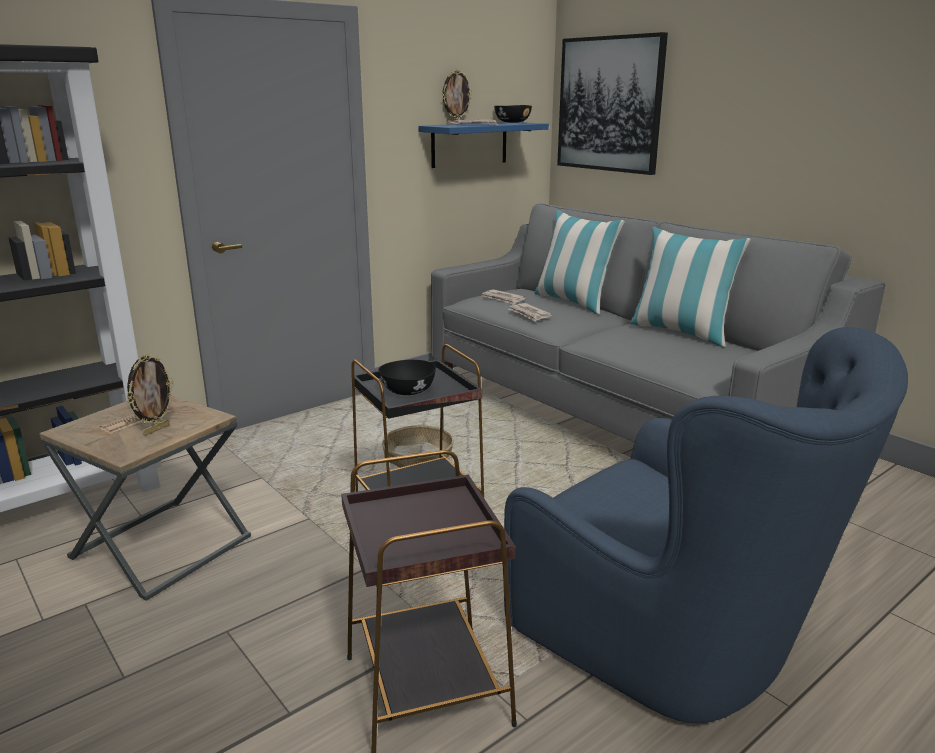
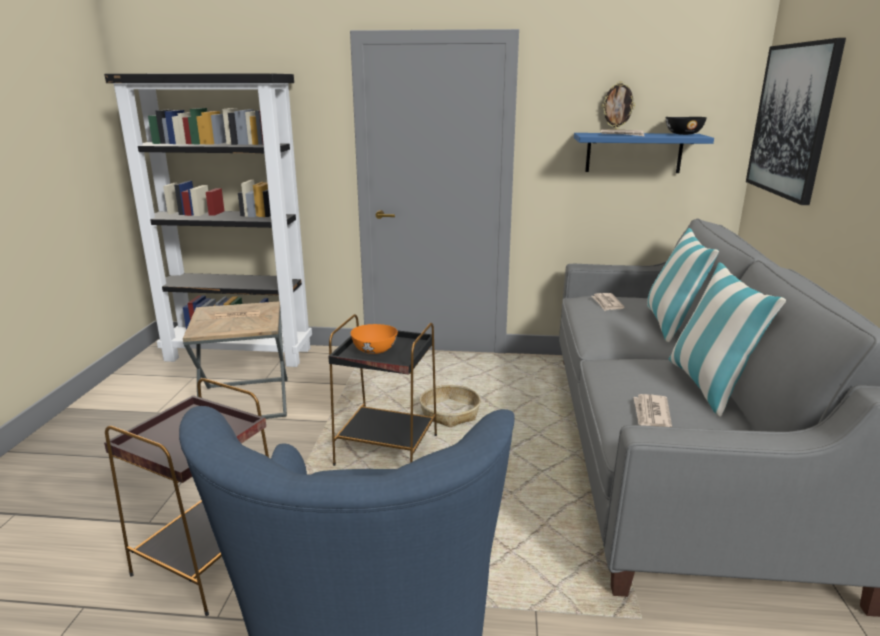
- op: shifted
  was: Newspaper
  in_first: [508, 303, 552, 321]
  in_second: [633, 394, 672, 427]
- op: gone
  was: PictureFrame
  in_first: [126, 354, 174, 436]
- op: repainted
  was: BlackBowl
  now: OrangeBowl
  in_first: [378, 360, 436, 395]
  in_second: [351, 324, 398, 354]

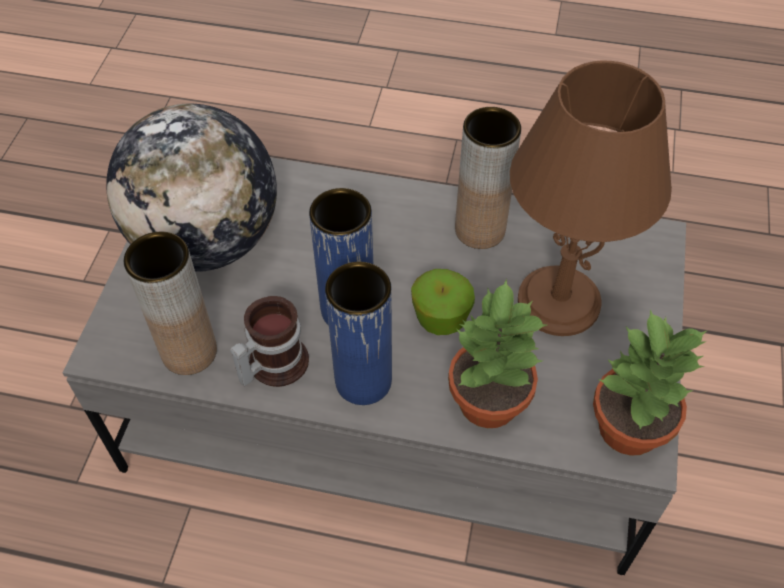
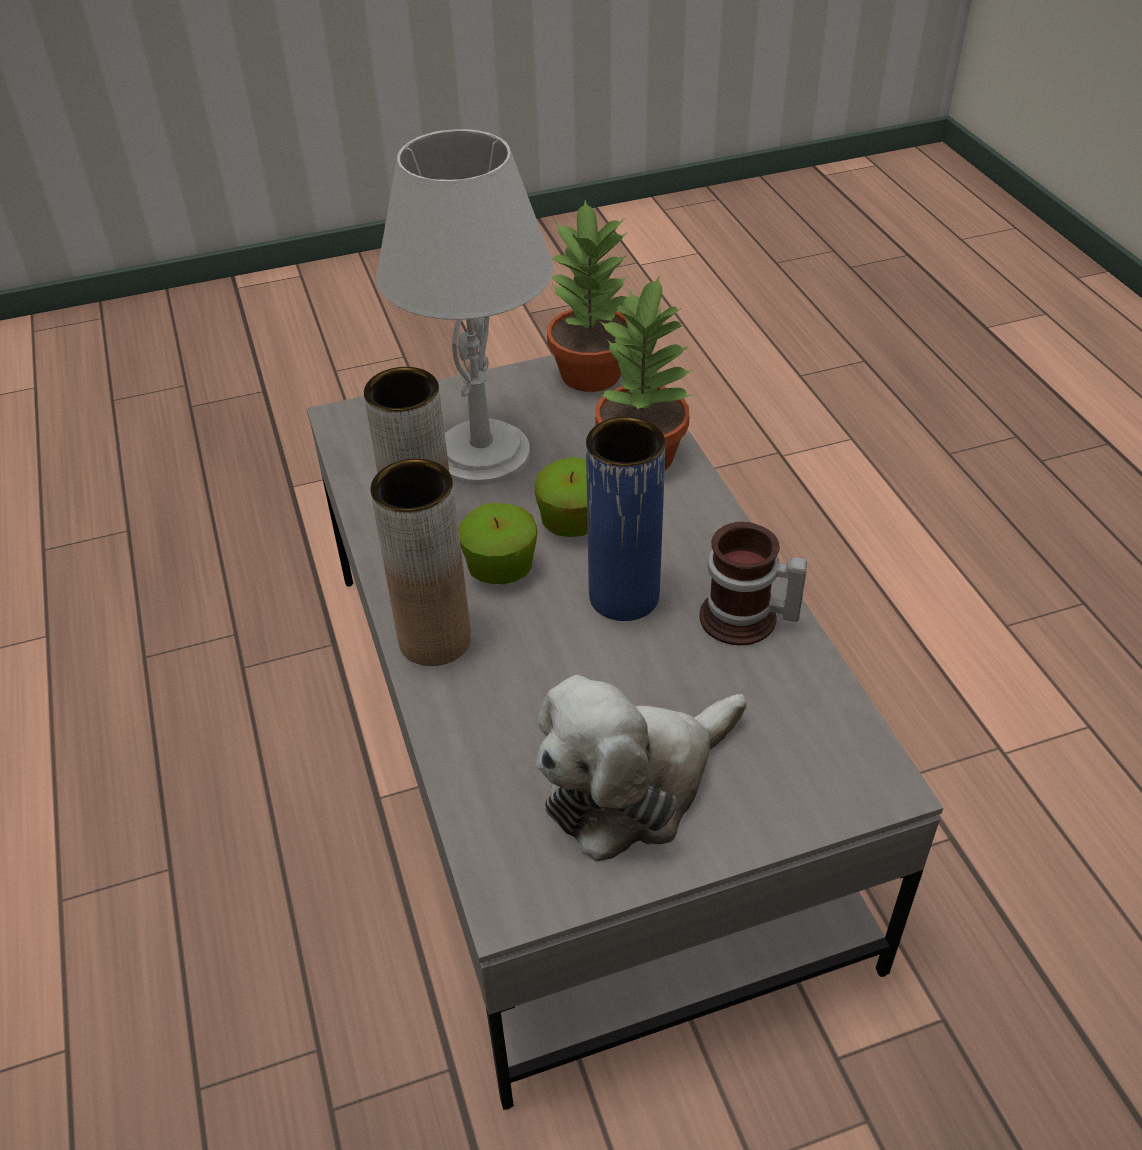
- op: repainted
  was: BrownTableLamp
  now: GreyTableLamp
  in_first: [510, 60, 672, 336]
  in_second: [376, 129, 553, 485]
- op: swapped
  was: Globe
  now: PlushToy
  in_first: [106, 104, 277, 272]
  in_second: [536, 675, 747, 862]
- op: shifted
  was: BrownVase
  in_first: [124, 232, 217, 375]
  in_second: [370, 459, 471, 666]
- op: gone
  was: BlueVase
  in_first: [325, 262, 392, 405]
- op: new
  now: Apple
  in_second: [459, 503, 537, 584]

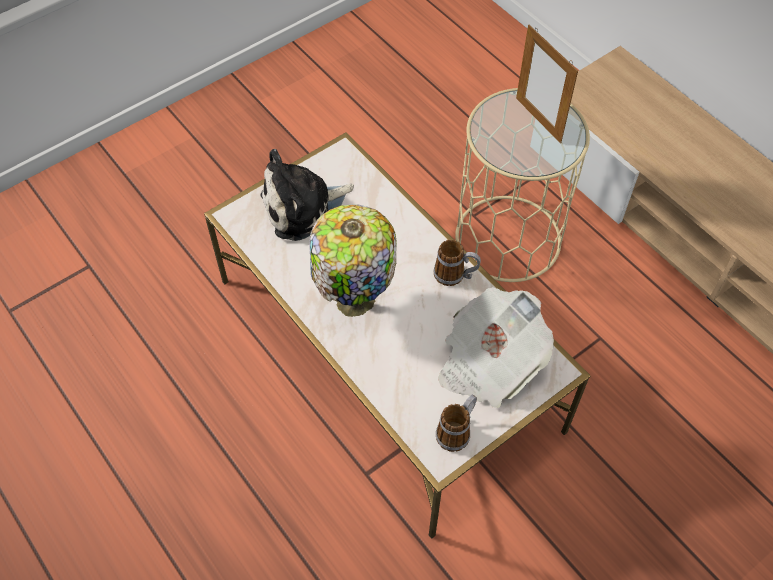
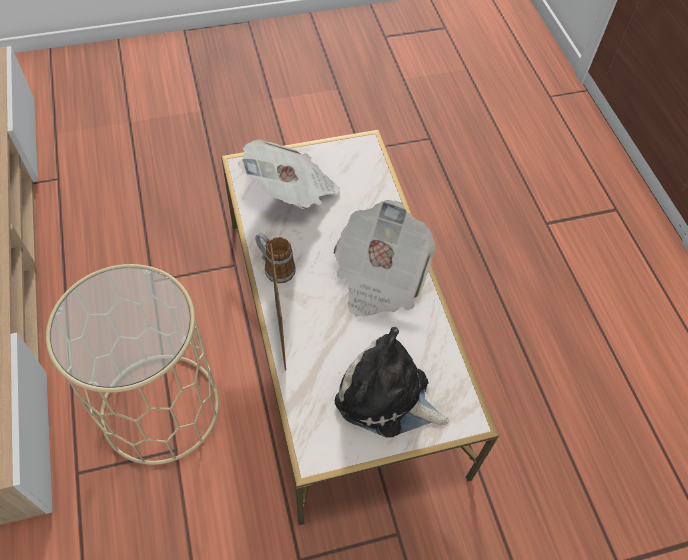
- op: shifted
  was: PictureFrame
  in_first: [516, 25, 578, 143]
  in_second: [270, 243, 286, 370]
- op: rotated
  was: PlushToy
  in_first: [260, 149, 354, 241]
  in_second: [335, 327, 449, 438]
  clockwise: -150
- op: swapped
  was: TableLamp
  now: Newspaper
  in_first: [309, 205, 397, 317]
  in_second: [334, 200, 436, 316]
- op: gone
  was: Mug
  in_first: [436, 394, 477, 452]

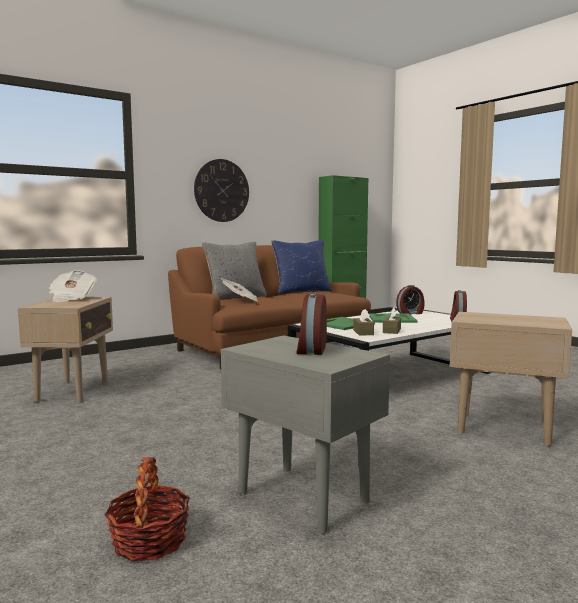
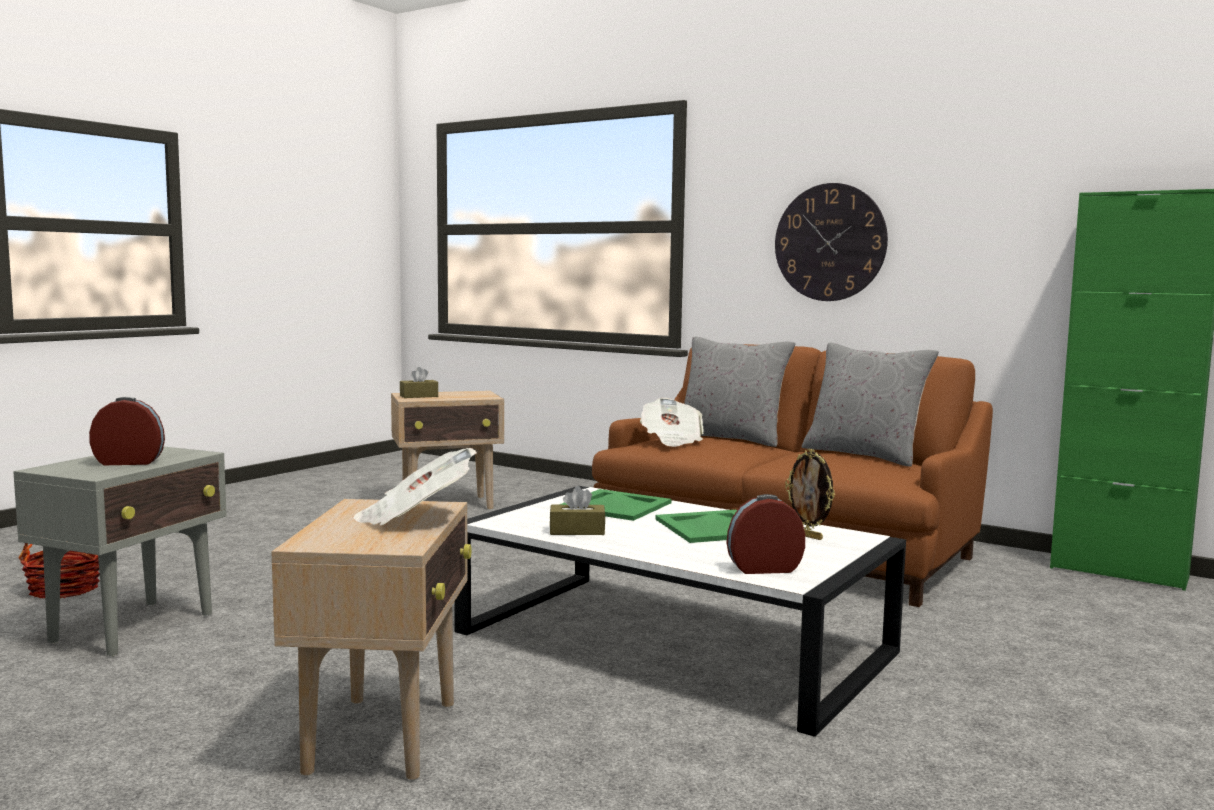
- op: repainted
  was: BluePillow
  now: GreyPillow
  in_first: [271, 240, 332, 294]
  in_second: [801, 343, 939, 467]
- op: shifted
  was: Newspaper
  in_first: [49, 270, 97, 302]
  in_second: [353, 448, 477, 525]
- op: swapped
  was: AlarmClock
  now: PictureFrame
  in_first: [396, 285, 425, 315]
  in_second: [785, 449, 835, 540]
- op: shifted
  was: BrownTissueBox
  in_first: [353, 309, 374, 335]
  in_second: [400, 367, 438, 398]

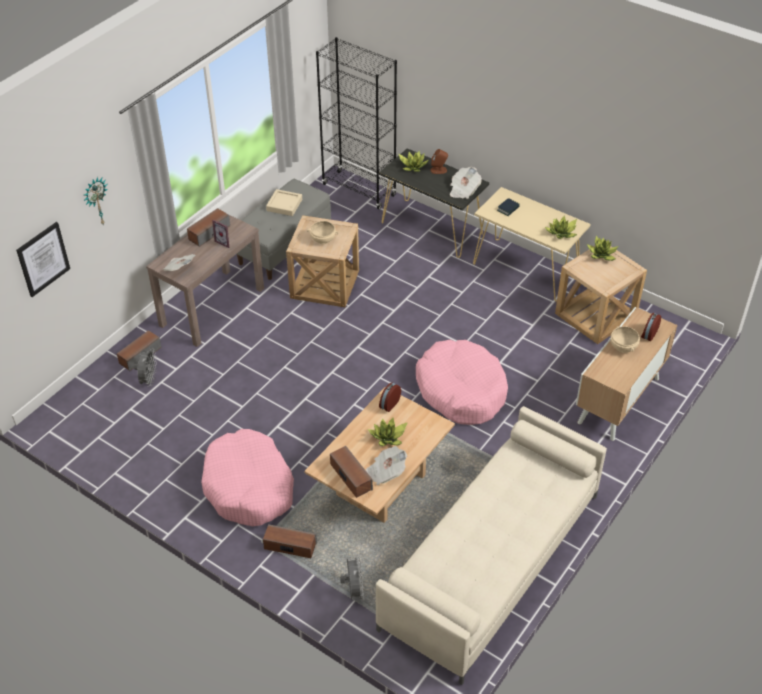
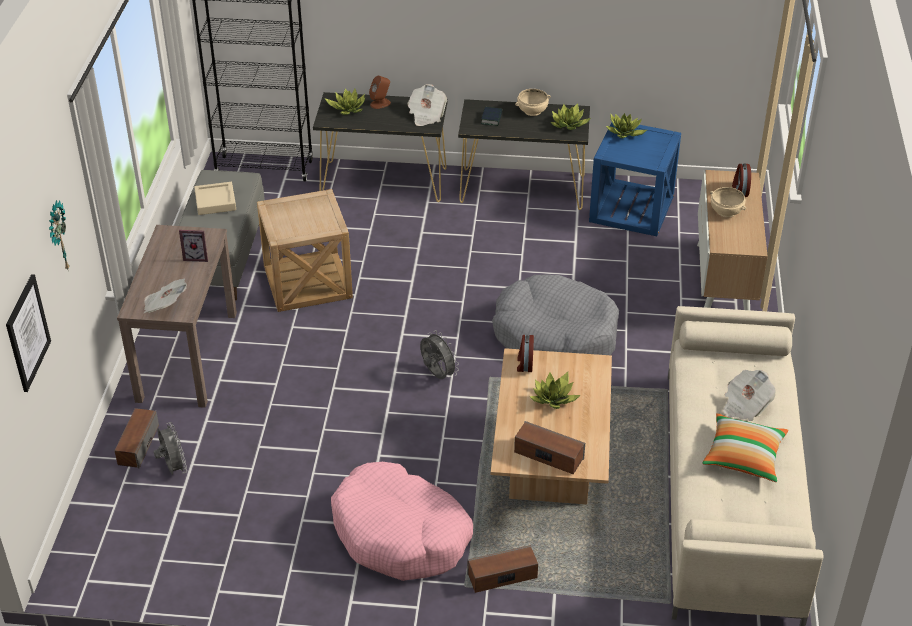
- op: repainted
  was: BeigeConsoleTable
  now: BlackConsoleTable
  in_first: [473, 187, 590, 302]
  in_second: [458, 99, 590, 210]
- op: gone
  was: Speaker
  in_first: [187, 208, 230, 247]
- op: shifted
  was: BeigeBowl
  in_first: [307, 221, 338, 244]
  in_second: [515, 89, 551, 116]
- op: repainted
  was: BeigeSideTable
  now: BlueSideTable
  in_first: [555, 246, 647, 344]
  in_second: [589, 123, 681, 236]
- op: repainted
  was: PinkDogBed
  now: GreyDogBed
  in_first: [416, 339, 508, 425]
  in_second: [492, 275, 619, 355]
- op: shifted
  was: Newspaper
  in_first: [366, 446, 407, 485]
  in_second: [723, 370, 776, 421]
- op: shifted
  was: GreyFan
  in_first: [340, 555, 364, 600]
  in_second: [420, 330, 459, 379]
- op: new
  now: Pillow
  in_second: [702, 413, 788, 482]

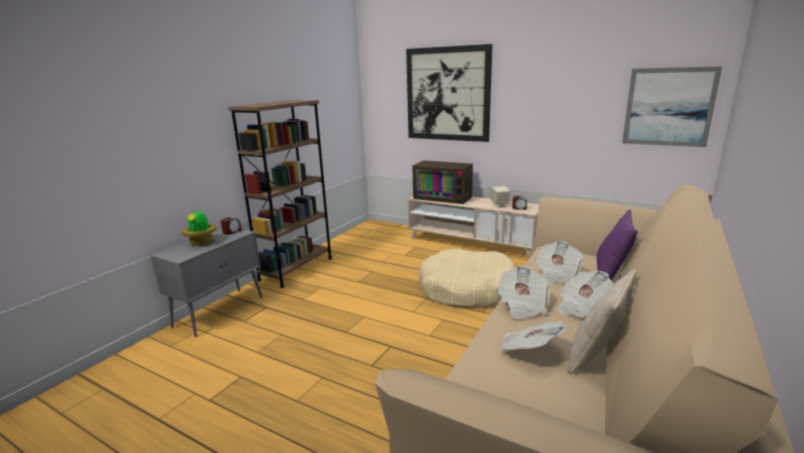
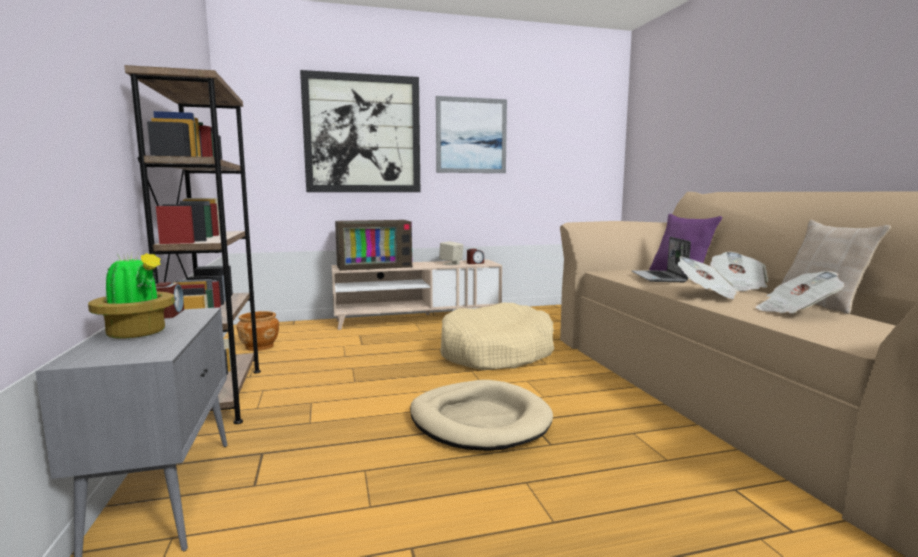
- op: shifted
  was: Picture
  in_first: [622, 66, 722, 147]
  in_second: [436, 96, 507, 173]
- op: swapped
  was: Newspaper
  now: Laptop
  in_first: [535, 241, 584, 283]
  in_second: [632, 237, 691, 282]
- op: new
  now: BrownPlanter
  in_second: [237, 311, 279, 351]
- op: new
  now: BeigeDogBed
  in_second: [410, 380, 553, 451]

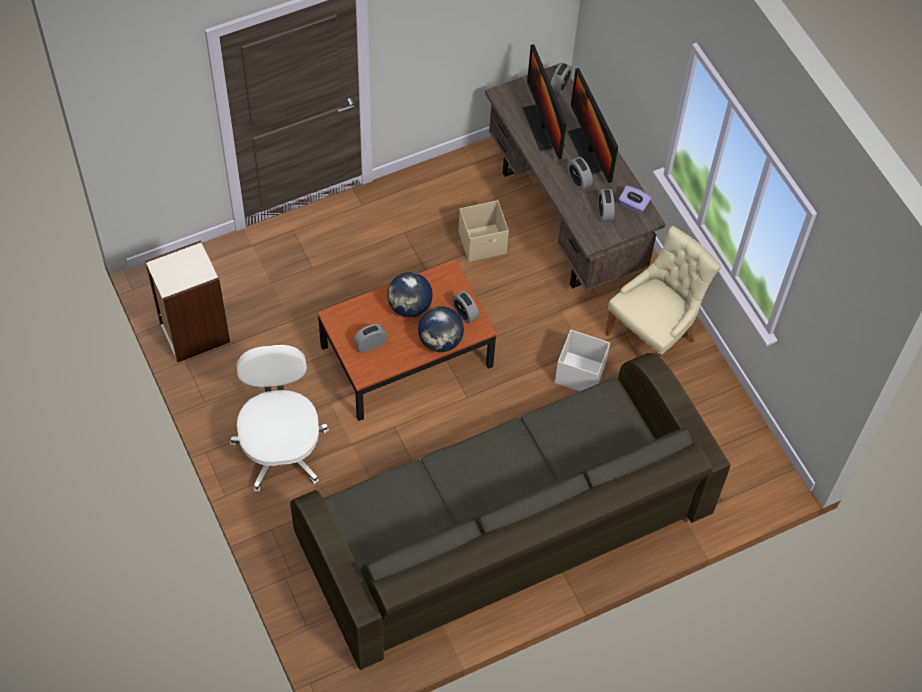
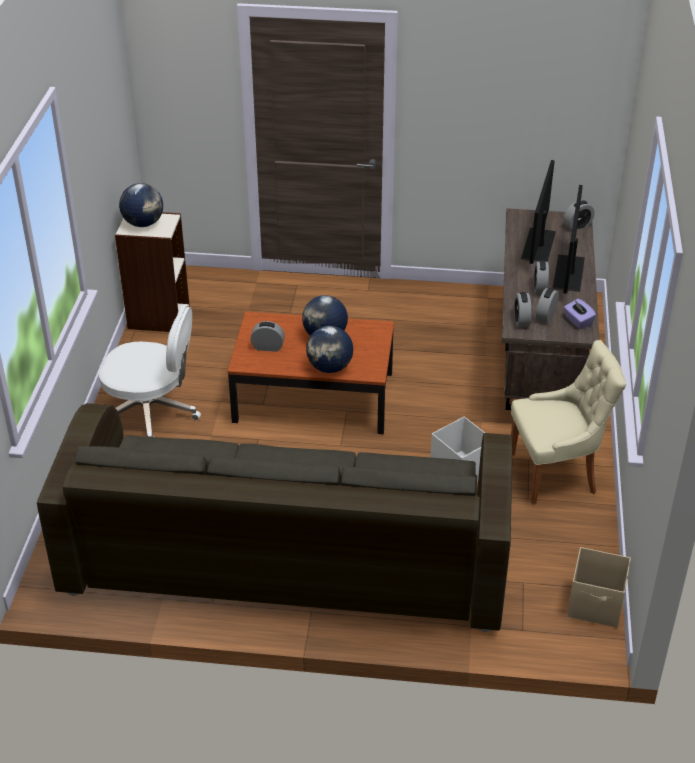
- op: shifted
  was: BeigeStorageBox
  in_first: [459, 200, 509, 262]
  in_second: [567, 547, 631, 628]
- op: shifted
  was: AlarmClock
  in_first: [452, 291, 479, 324]
  in_second: [514, 292, 531, 327]
- op: rotated
  was: WhiteOfficeChair
  in_first: [230, 345, 329, 492]
  in_second: [99, 305, 201, 437]
  clockwise: 75
- op: new
  now: Globe
  in_second: [119, 183, 163, 227]

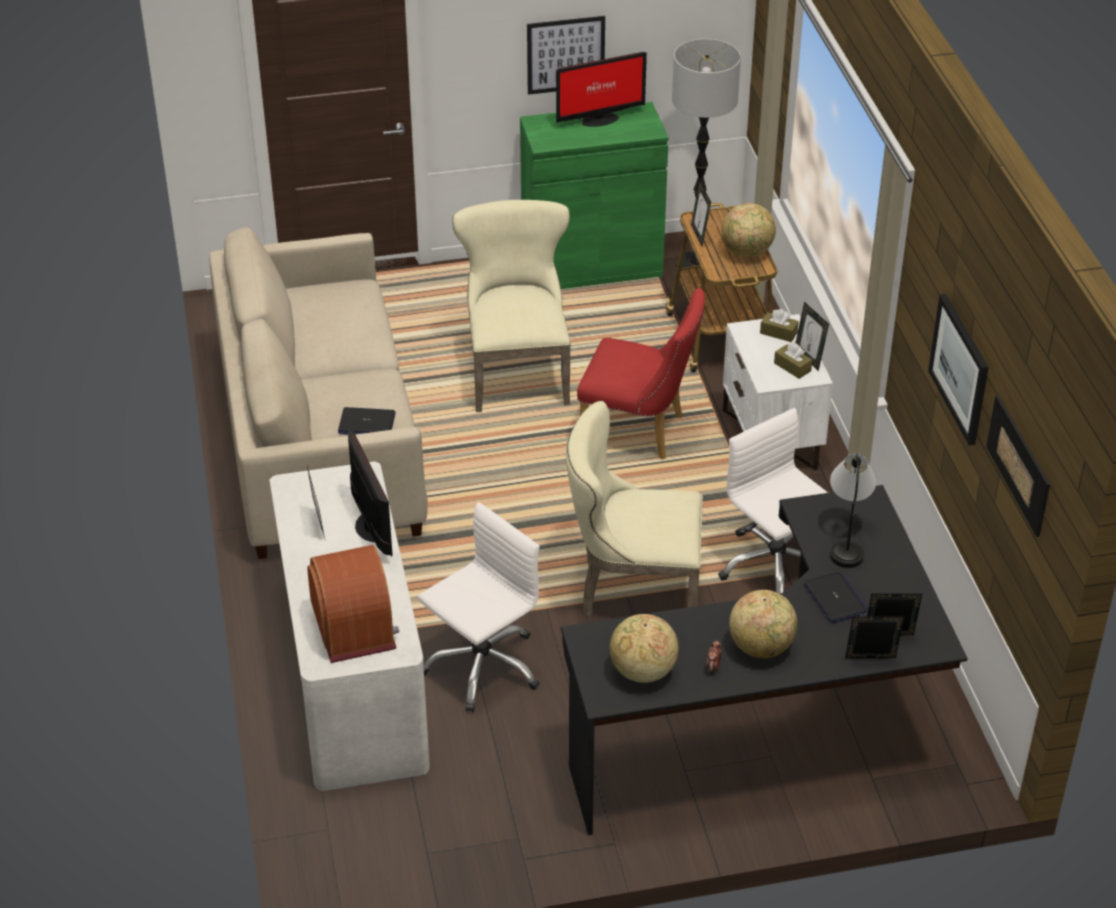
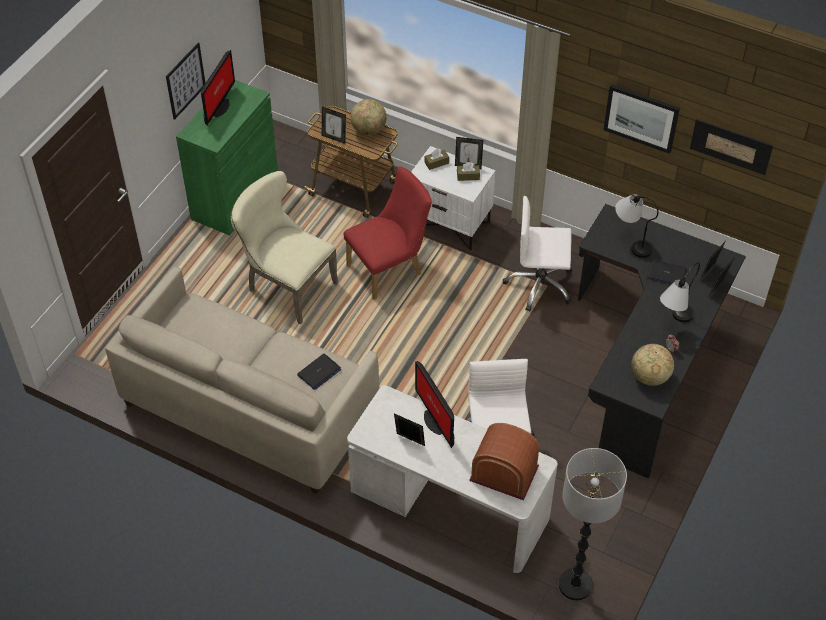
- op: shifted
  was: FloorLamp
  in_first: [672, 39, 741, 275]
  in_second: [559, 448, 627, 600]
- op: gone
  was: BeigeChair
  in_first: [566, 401, 703, 617]
- op: rotated
  was: Monitor
  in_first: [348, 429, 393, 557]
  in_second: [415, 361, 454, 448]
  clockwise: -135
- op: swapped
  was: Globe
  now: TableLamp
  in_first: [729, 590, 798, 658]
  in_second: [660, 262, 700, 322]

